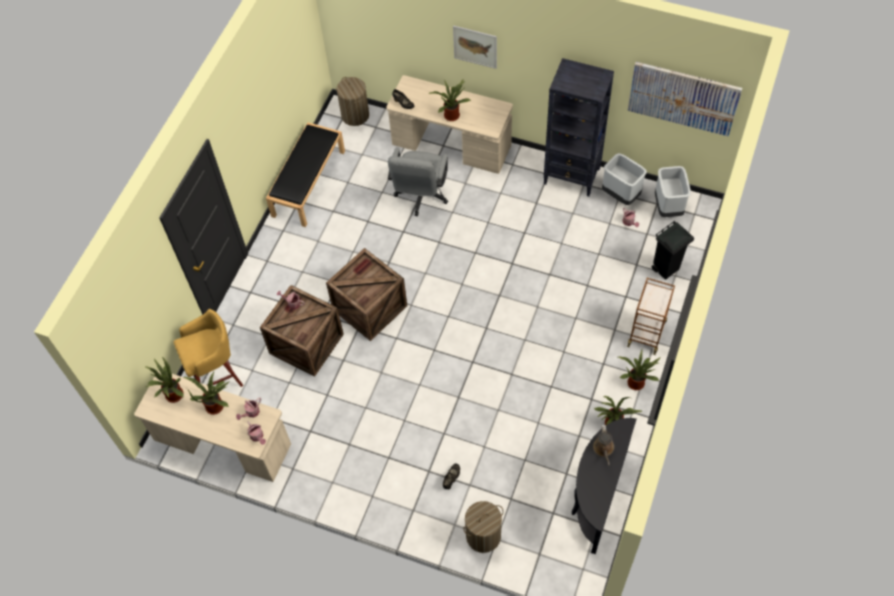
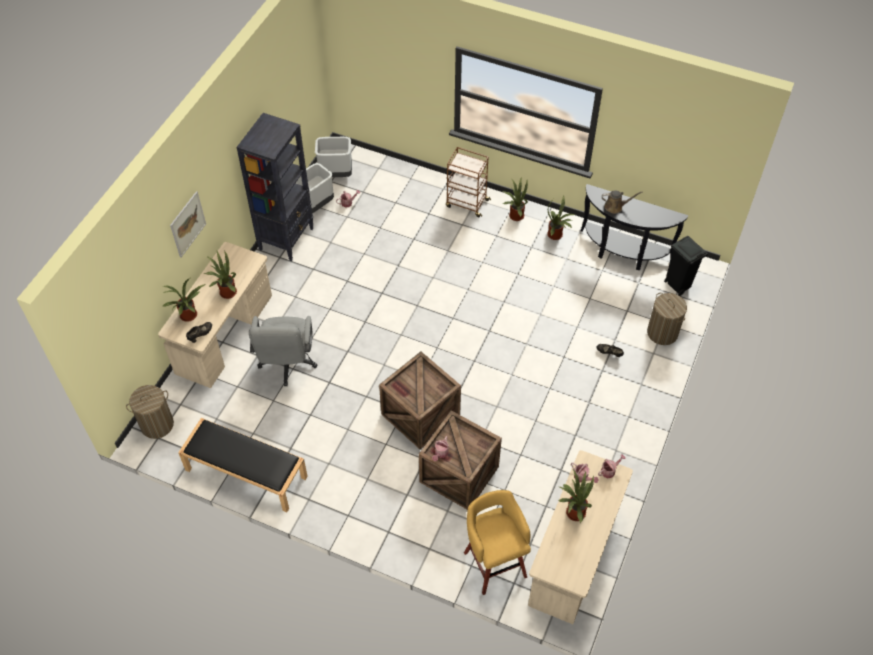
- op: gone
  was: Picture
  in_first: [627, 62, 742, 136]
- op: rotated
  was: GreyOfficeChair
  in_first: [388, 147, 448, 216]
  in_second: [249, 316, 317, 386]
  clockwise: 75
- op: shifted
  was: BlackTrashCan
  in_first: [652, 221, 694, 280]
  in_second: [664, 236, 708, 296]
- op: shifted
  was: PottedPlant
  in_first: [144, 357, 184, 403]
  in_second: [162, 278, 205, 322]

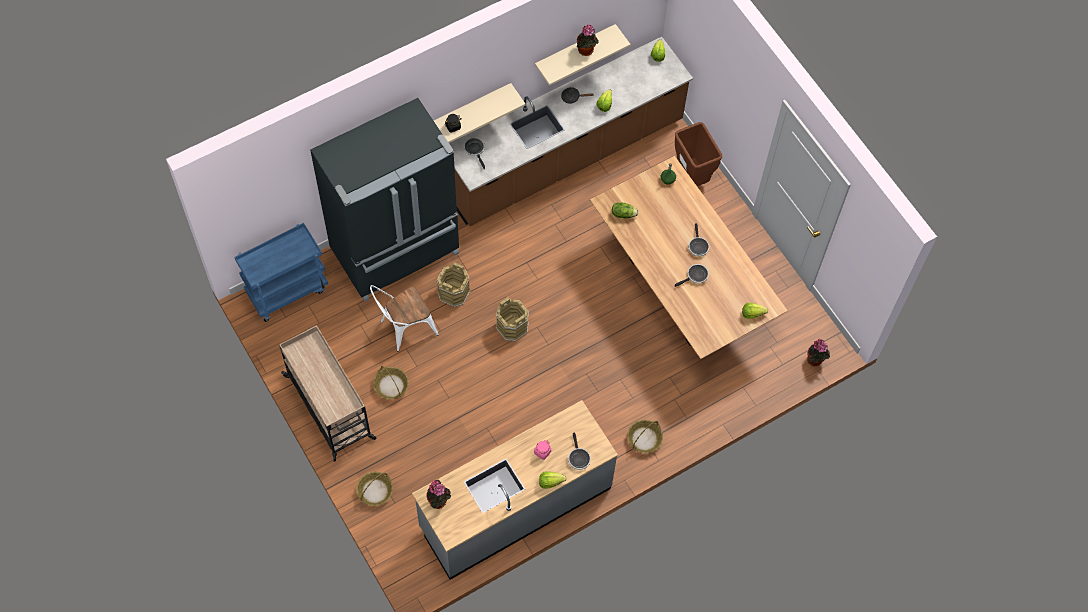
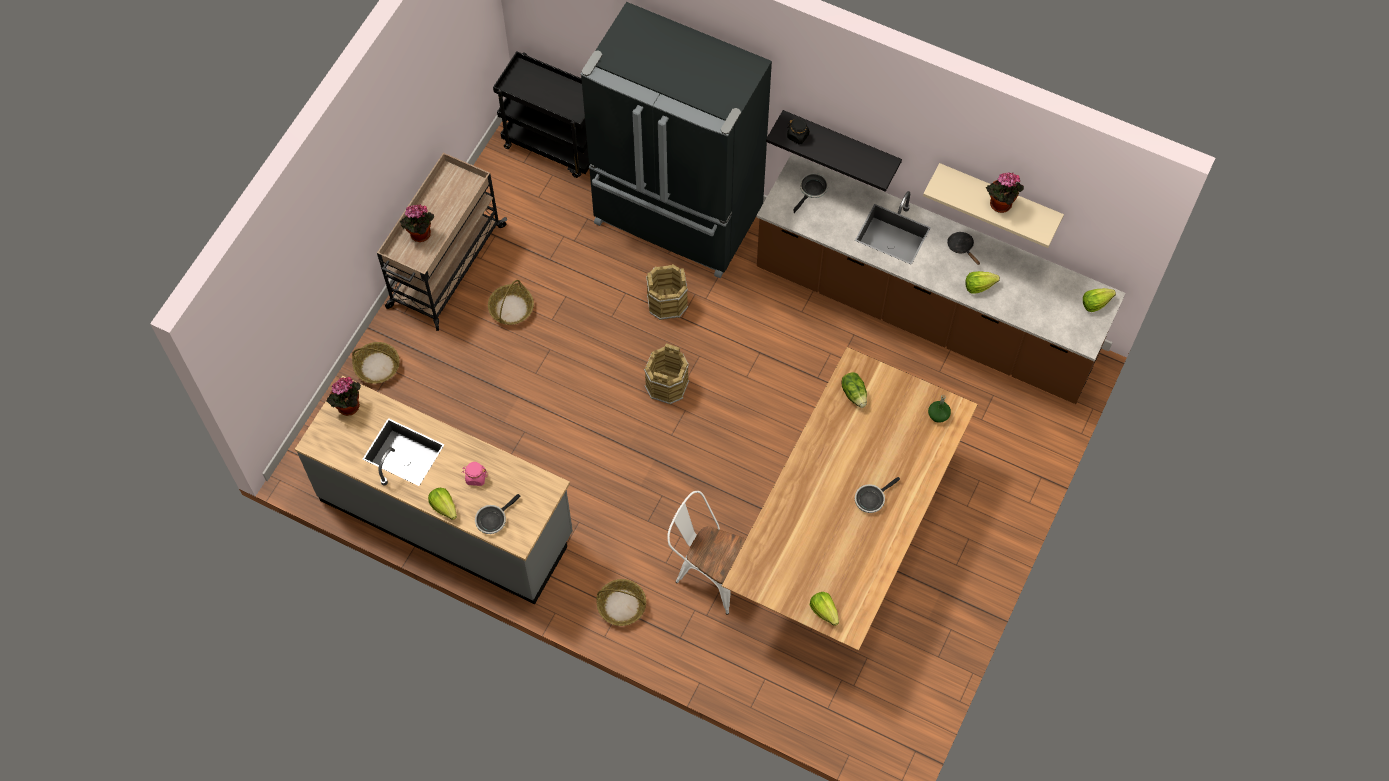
- op: repainted
  was: BeigeShelf
  now: BlackShelf
  in_first: [434, 83, 525, 143]
  in_second: [766, 110, 902, 192]
- op: gone
  was: BrownTrashCan
  in_first: [675, 122, 722, 186]
- op: repainted
  was: BlueCart
  now: BlackCart
  in_first: [234, 223, 328, 322]
  in_second: [493, 51, 590, 178]
- op: gone
  was: FryingPan
  in_first: [675, 264, 709, 287]
- op: shifted
  was: WhiteChair
  in_first: [370, 285, 439, 351]
  in_second: [667, 491, 746, 615]
- op: shifted
  was: PottedPlant
  in_first: [807, 339, 830, 366]
  in_second: [400, 204, 434, 242]

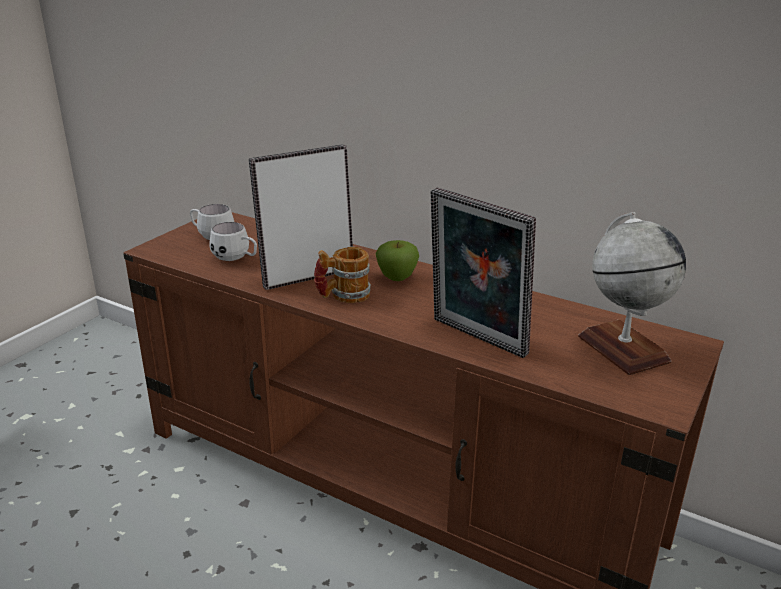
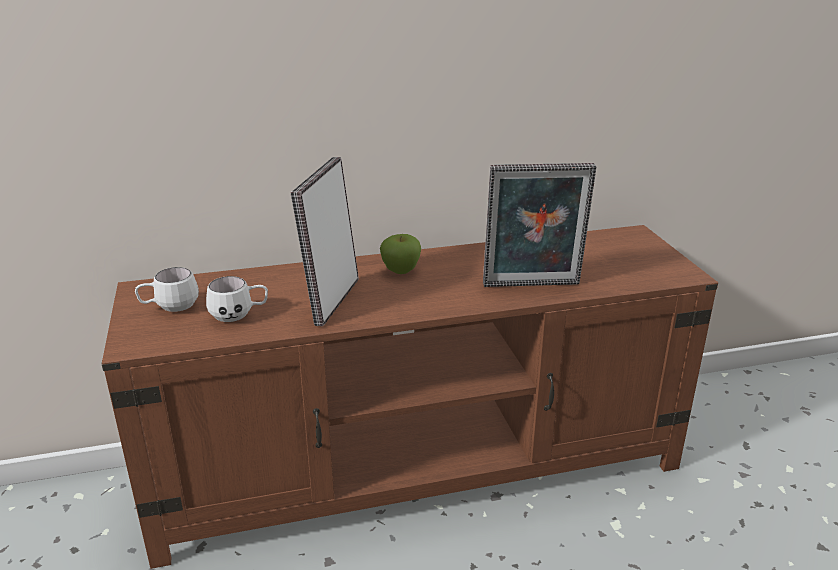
- op: gone
  was: Globe
  in_first: [578, 212, 686, 375]
- op: gone
  was: Mug
  in_first: [314, 247, 371, 303]

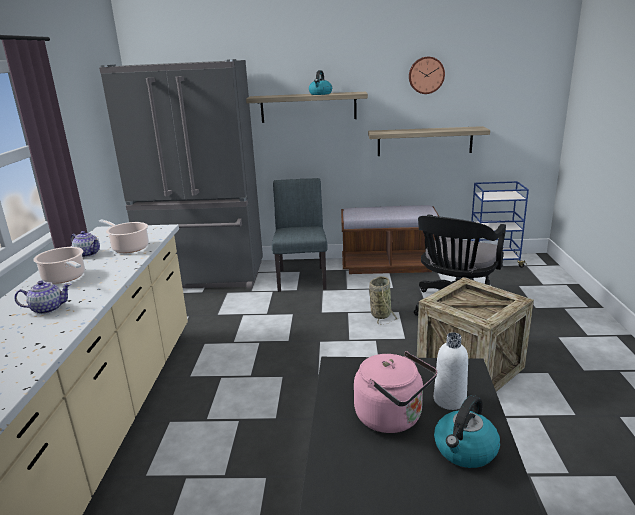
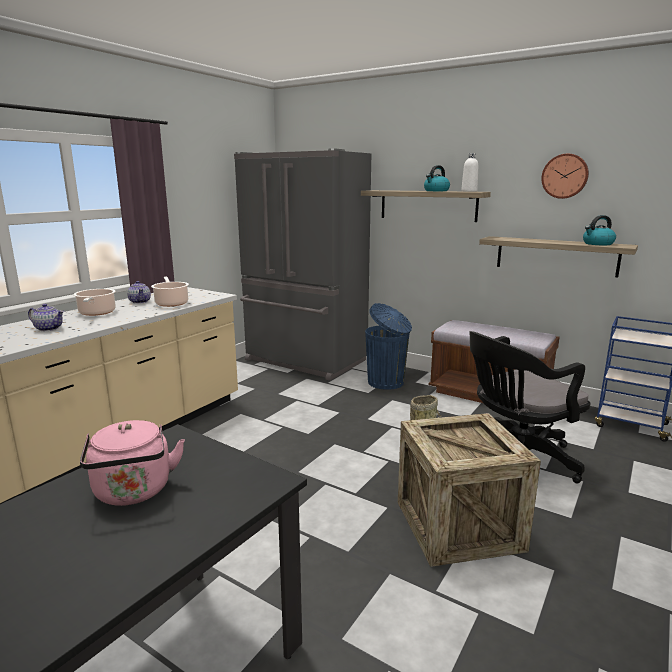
- op: swapped
  was: GreyChair
  now: BlueTrashCan
  in_first: [272, 178, 328, 292]
  in_second: [365, 303, 412, 390]
- op: shifted
  was: WhiteBottle
  in_first: [434, 332, 468, 410]
  in_second: [461, 153, 478, 192]
- op: shifted
  was: Kettle
  in_first: [434, 395, 500, 468]
  in_second: [583, 215, 616, 245]

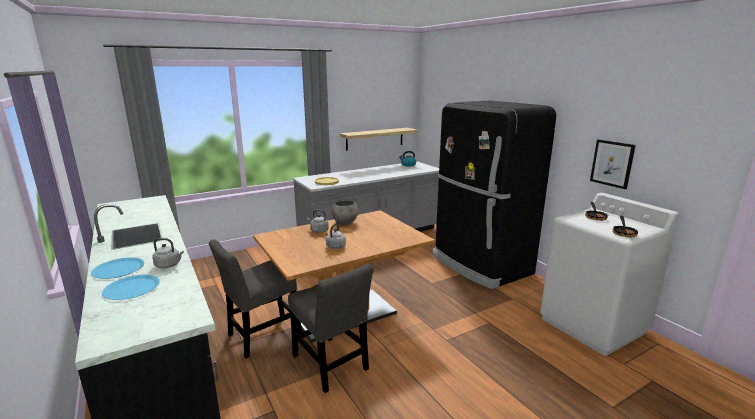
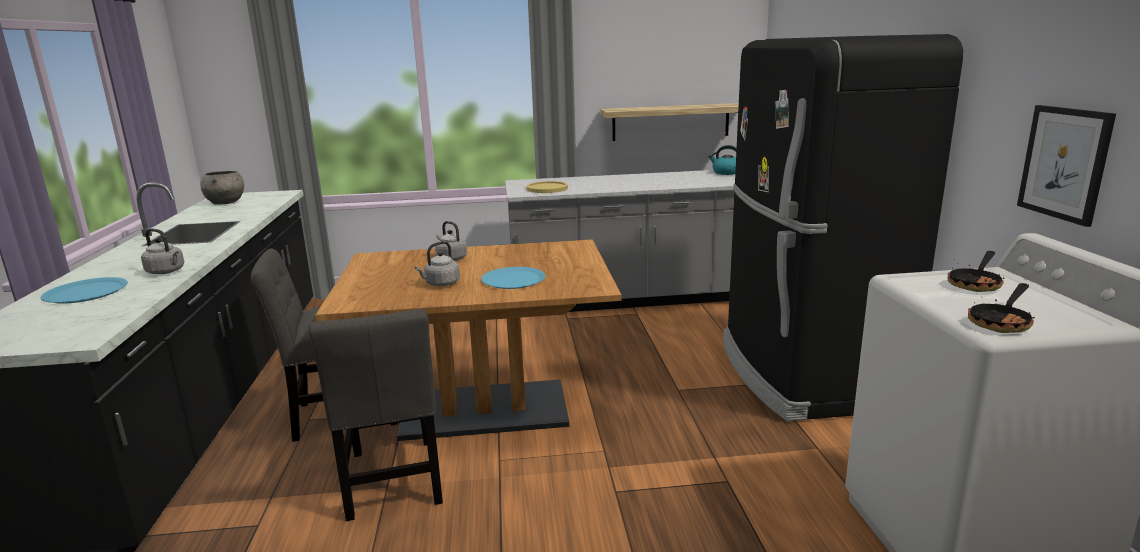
- op: shifted
  was: GreyBowl
  in_first: [332, 200, 358, 225]
  in_second: [200, 171, 244, 205]
- op: shifted
  was: BluePlate
  in_first: [91, 257, 144, 279]
  in_second: [481, 267, 545, 289]

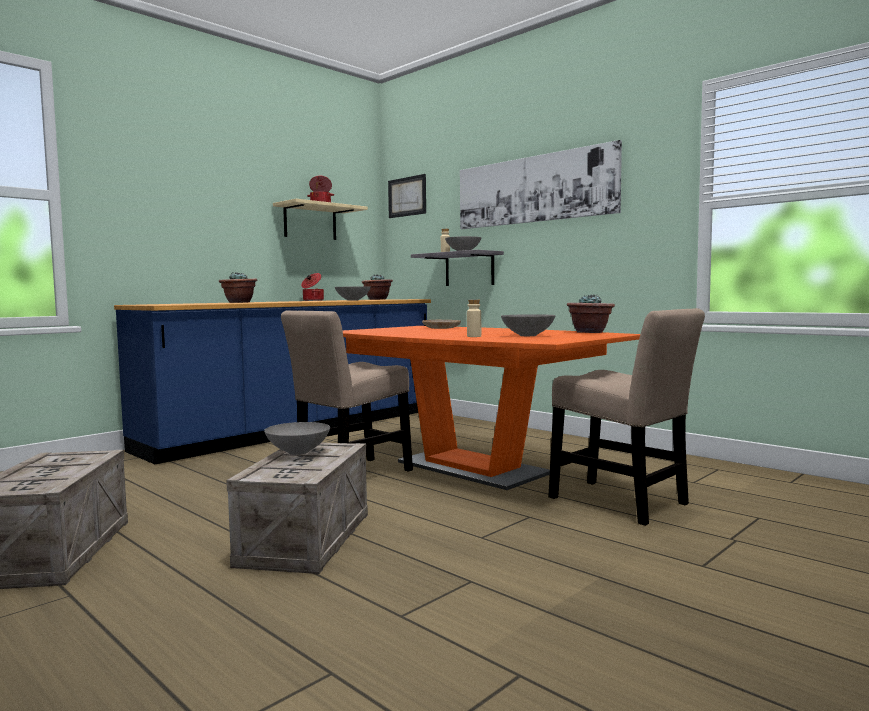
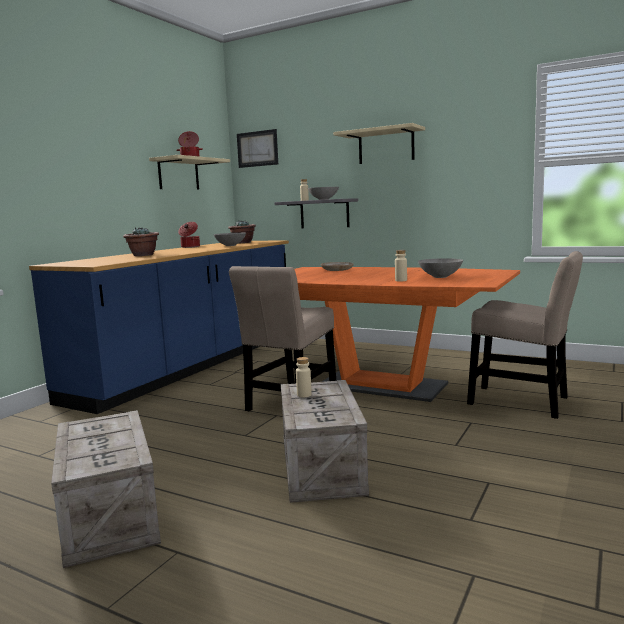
- op: swapped
  was: Picture
  now: BeigeShelf
  in_first: [460, 140, 622, 229]
  in_second: [333, 123, 425, 164]
- op: gone
  was: PottedPlant
  in_first: [567, 294, 615, 333]
- op: swapped
  was: GreyBowl
  now: BeigeBottle
  in_first: [264, 422, 330, 455]
  in_second: [296, 357, 312, 397]

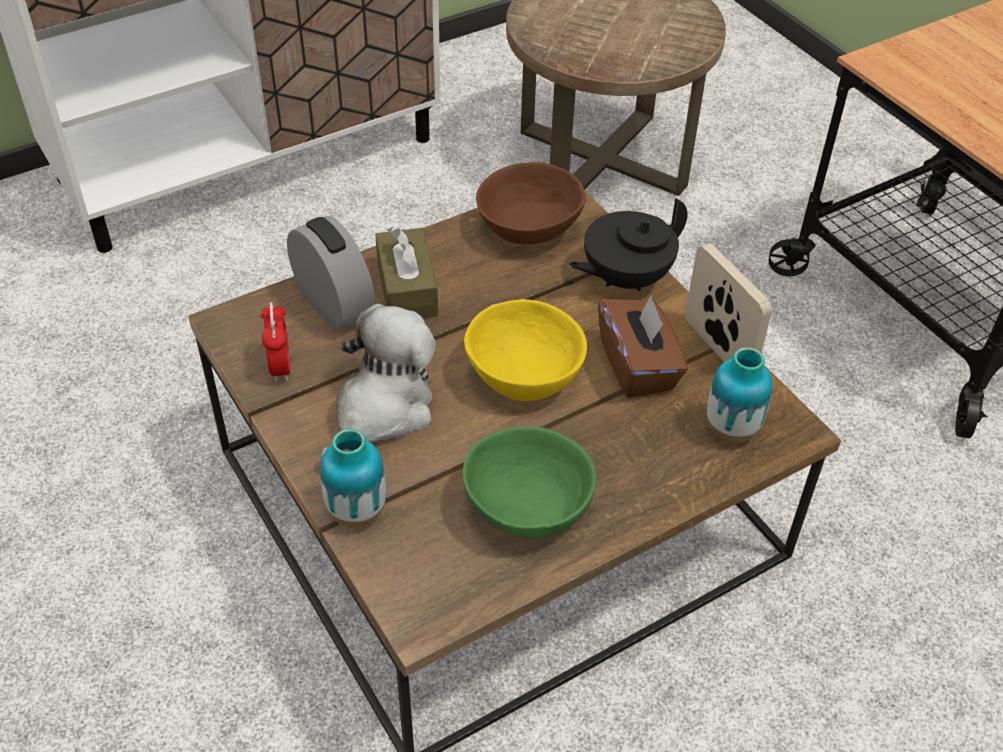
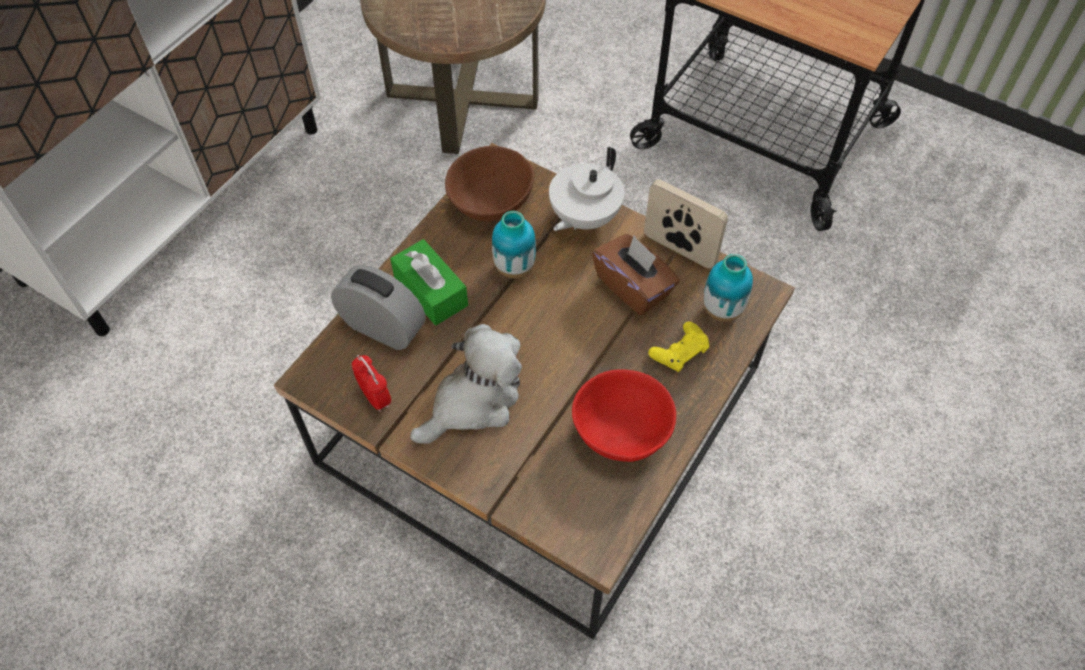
- op: repainted
  was: BlackTeapot
  now: WhiteTeapot
  in_first: [569, 198, 688, 291]
  in_second: [549, 147, 624, 231]
- op: repainted
  was: BrownTissueBox
  now: GreenTissueBox
  in_first: [375, 227, 438, 319]
  in_second: [390, 239, 468, 325]
- op: gone
  was: YellowBowl
  in_first: [464, 299, 587, 401]
- op: rotated
  was: PlushToy
  in_first: [321, 304, 436, 459]
  in_second: [410, 324, 522, 444]
  clockwise: 45
- op: repainted
  was: GreenBowl
  now: RedBowl
  in_first: [463, 426, 596, 539]
  in_second: [572, 369, 676, 462]
- op: shifted
  was: Vase
  in_first: [320, 429, 386, 528]
  in_second: [492, 211, 536, 278]
- op: new
  now: YellowGameController
  in_second: [648, 322, 709, 372]

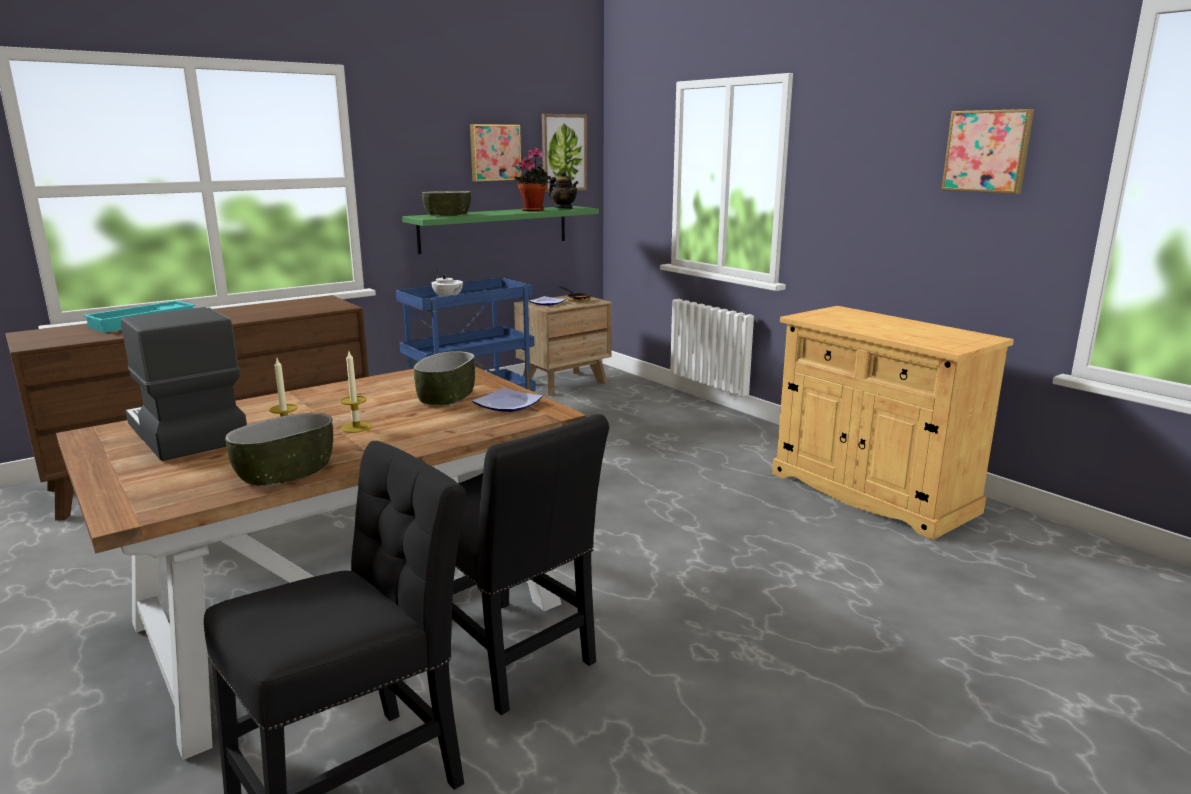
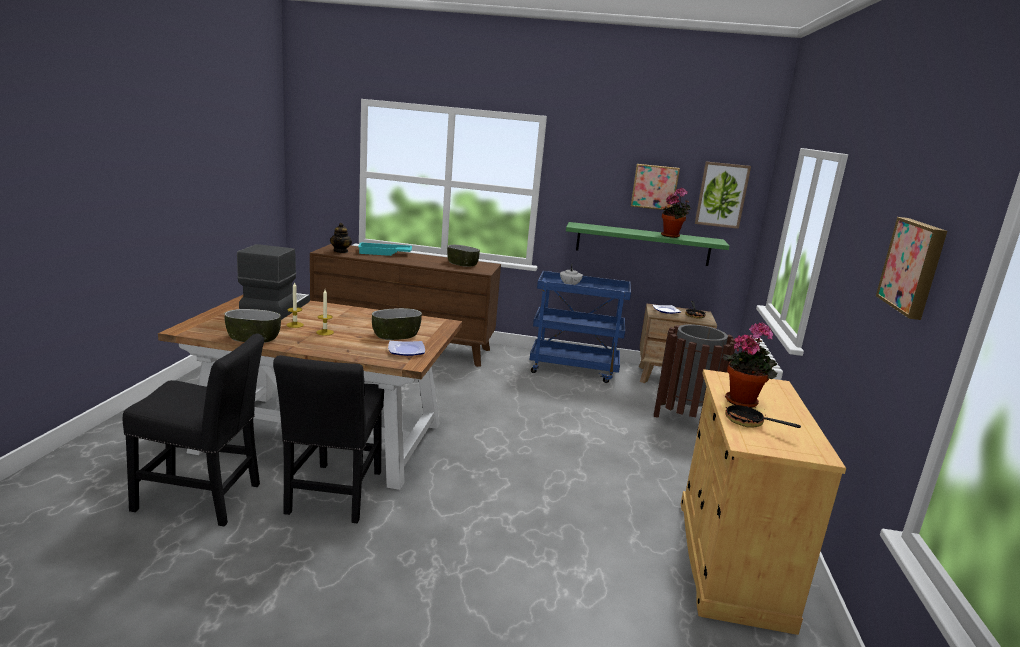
- op: shifted
  was: Teapot
  in_first: [549, 171, 578, 209]
  in_second: [330, 223, 352, 253]
- op: shifted
  was: Bowl
  in_first: [422, 191, 471, 216]
  in_second: [447, 245, 480, 267]
- op: new
  now: PottedPlant
  in_second: [723, 322, 777, 408]
- op: new
  now: BrownTrashCan
  in_second: [654, 324, 736, 432]
- op: new
  now: FryingPan
  in_second: [725, 403, 801, 428]

